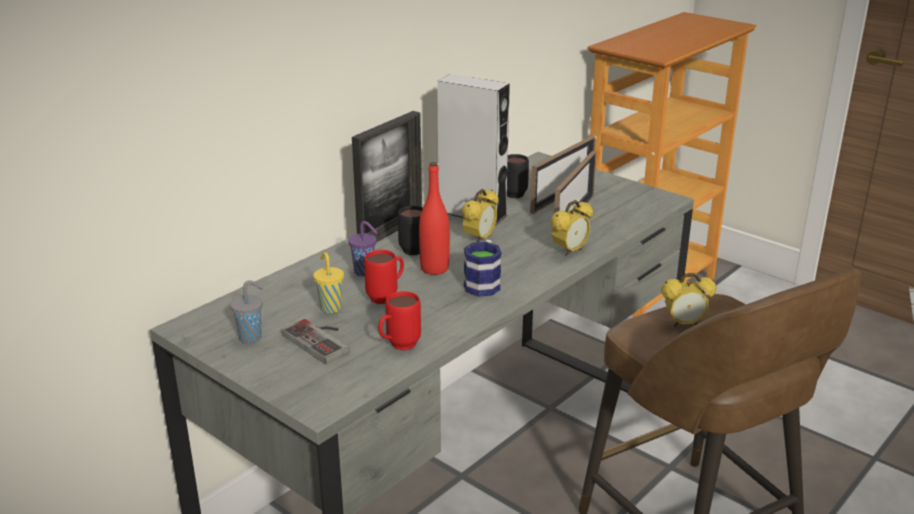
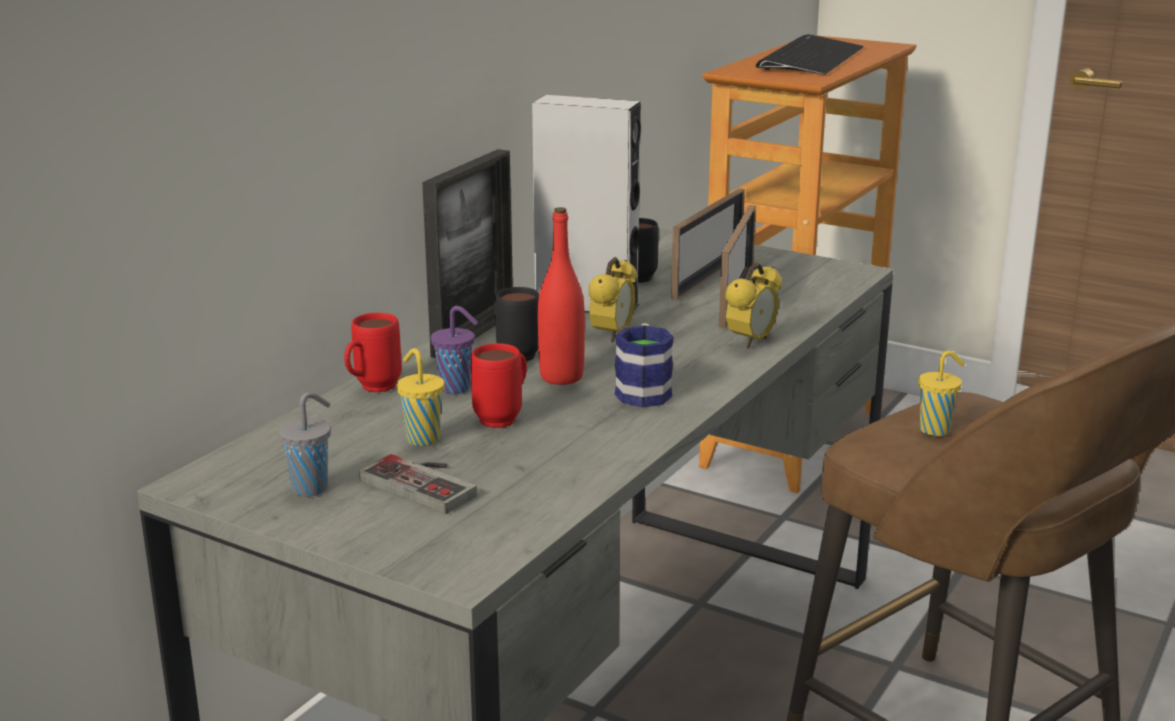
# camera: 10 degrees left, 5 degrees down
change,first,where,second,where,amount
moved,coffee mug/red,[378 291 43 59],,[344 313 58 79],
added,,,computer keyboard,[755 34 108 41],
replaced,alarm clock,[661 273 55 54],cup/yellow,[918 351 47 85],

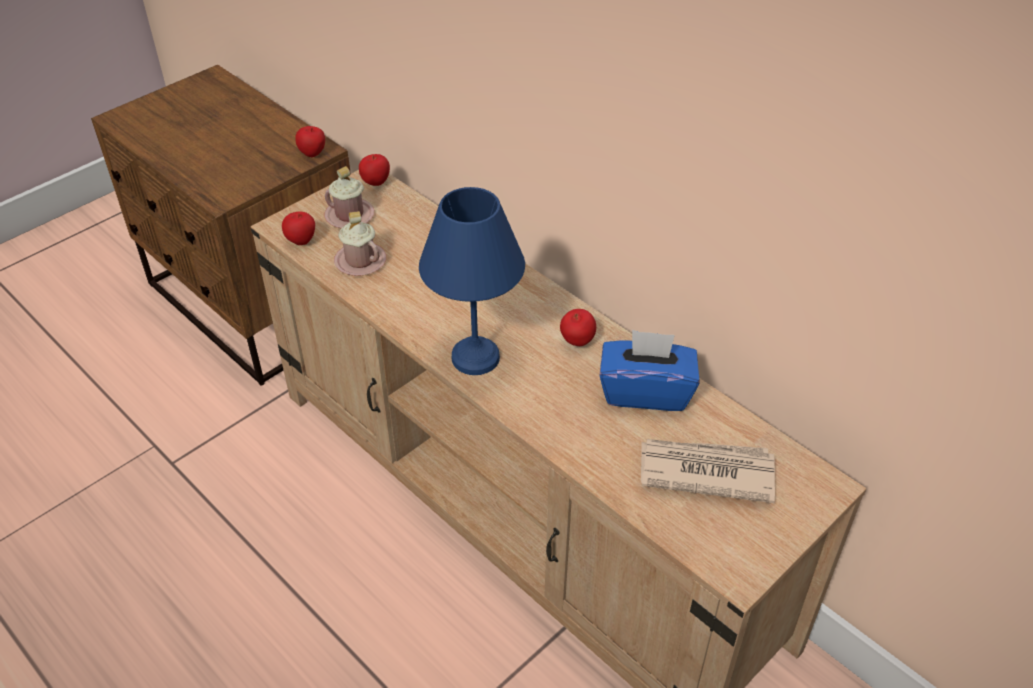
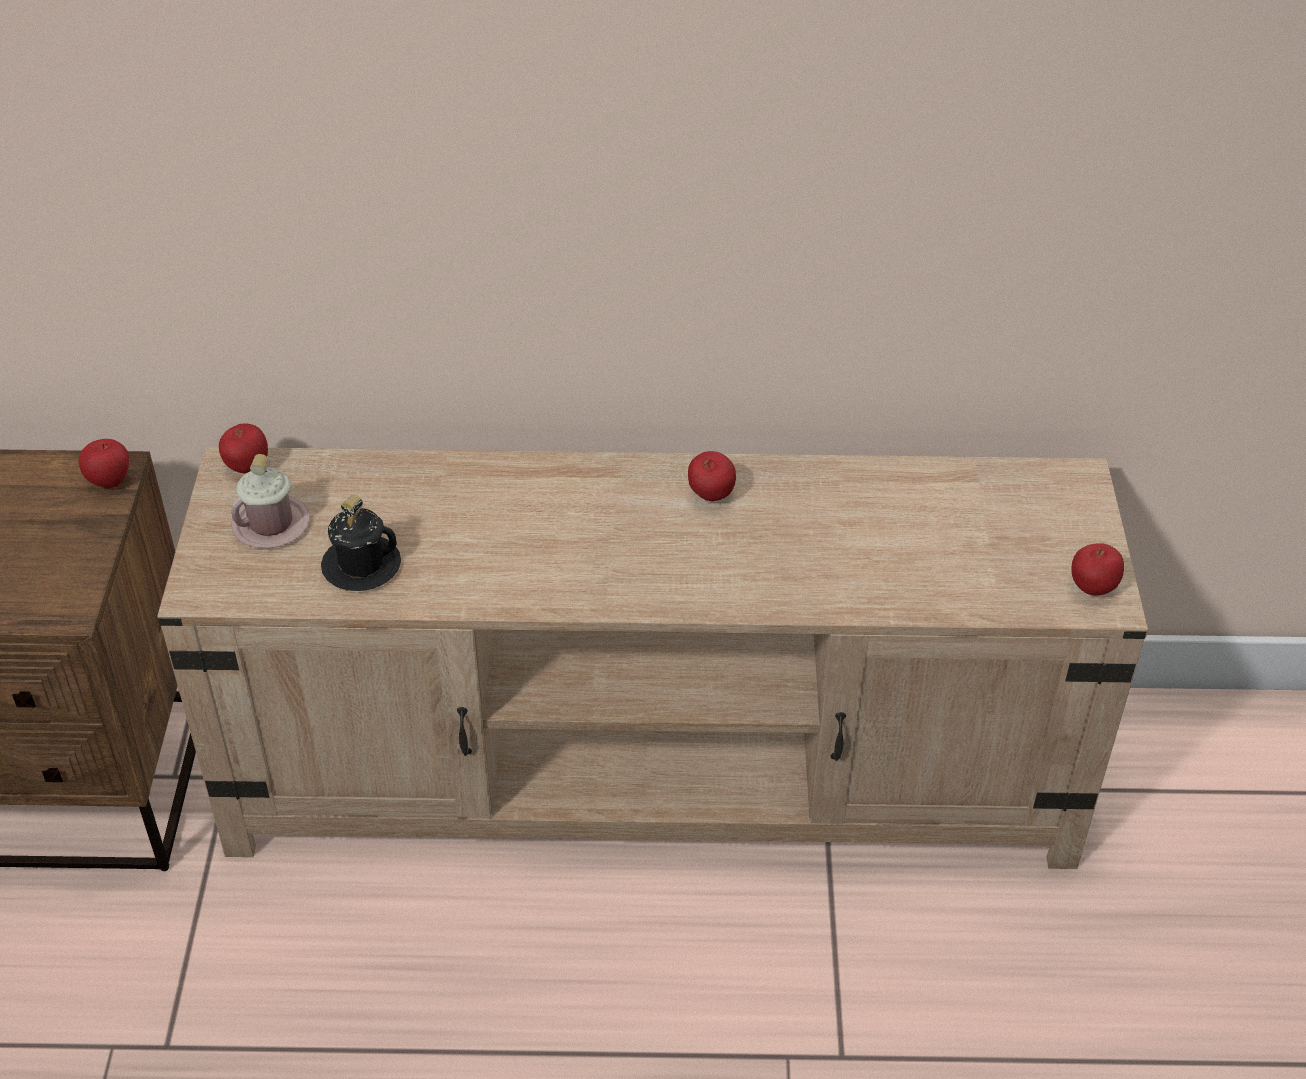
# camera: 45 degrees left, 0 degrees up
change,first,where,second,where,amount
recoloured,coffee mug/pink-coloured,[334 211 52 65],coffee mug/black-coloured,[321 494 80 97],
moved,whole apple,[282 211 33 34],,[1071 543 53 53],
removed,tabletop lamp/blue,[419 187 106 188],,,
removed,tissue holder/blue,[599 330 100 81],,,
removed,printed paper,[641 439 134 64],,,

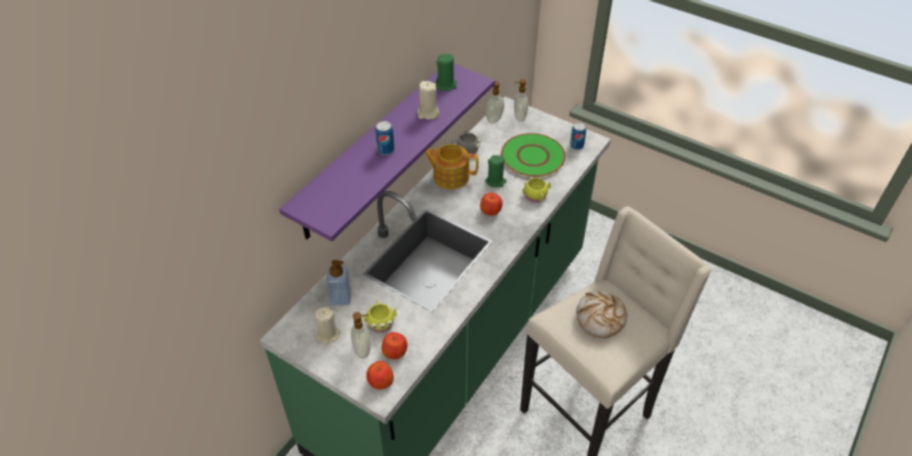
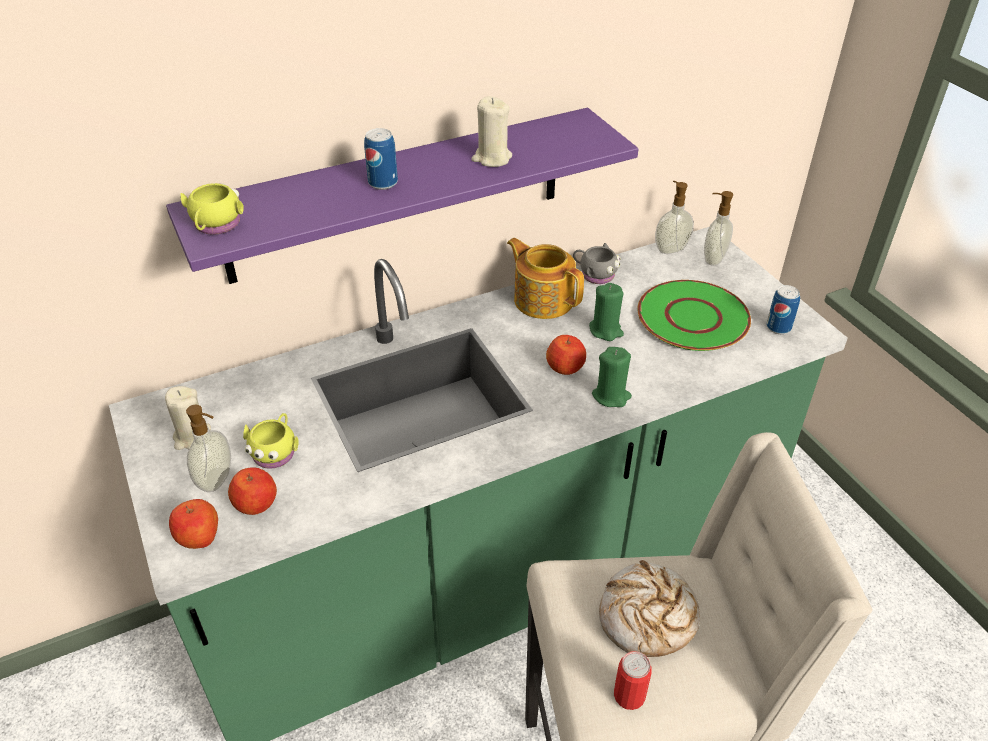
# camera: 30 degrees right, 5 degrees down
change,first,where,second,where,amount
moved,coffee mug/yellow,[522 177 29 26],,[180 183 64 52],
moved,candle/green-coloured,[436 54 21 37],,[592 347 40 60],
added,,,sealed can,[614 651 38 59],
removed,liquid soap bottle,[326 260 25 46],,,

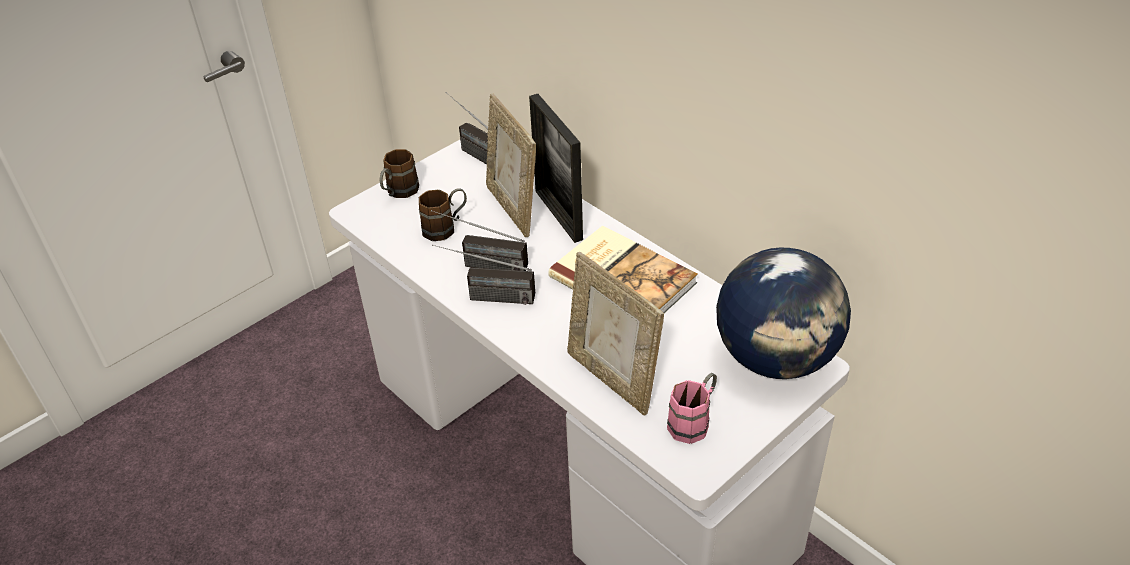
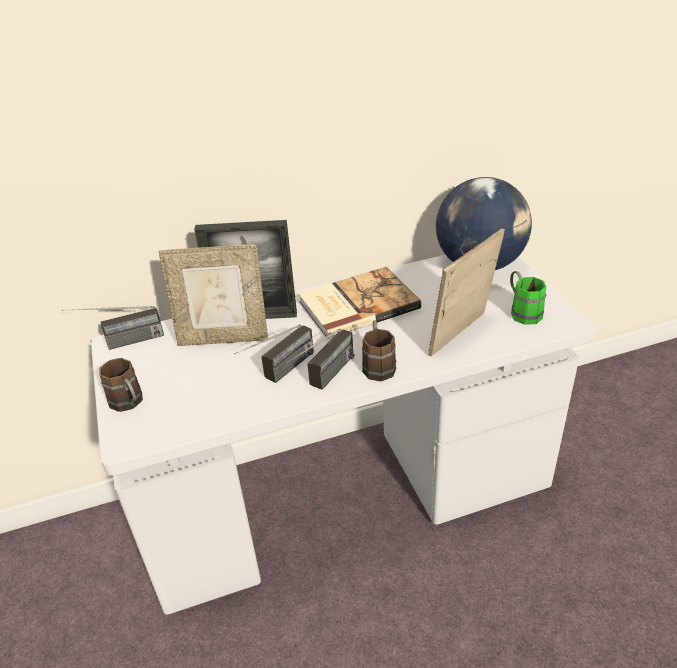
# camera: 65 degrees left, 5 degrees down
change,first,where,second,where,amount
moved,coffee mug/brownish,[419 188 48 53],,[362 320 34 61],
turned,picture frame,[567 252 97 163],,[428 228 77 129],150 degrees clockwise
recoloured,coffee mug/pink-coloured,[667 373 50 71],coffee mug/green-coloured,[510 271 36 54],

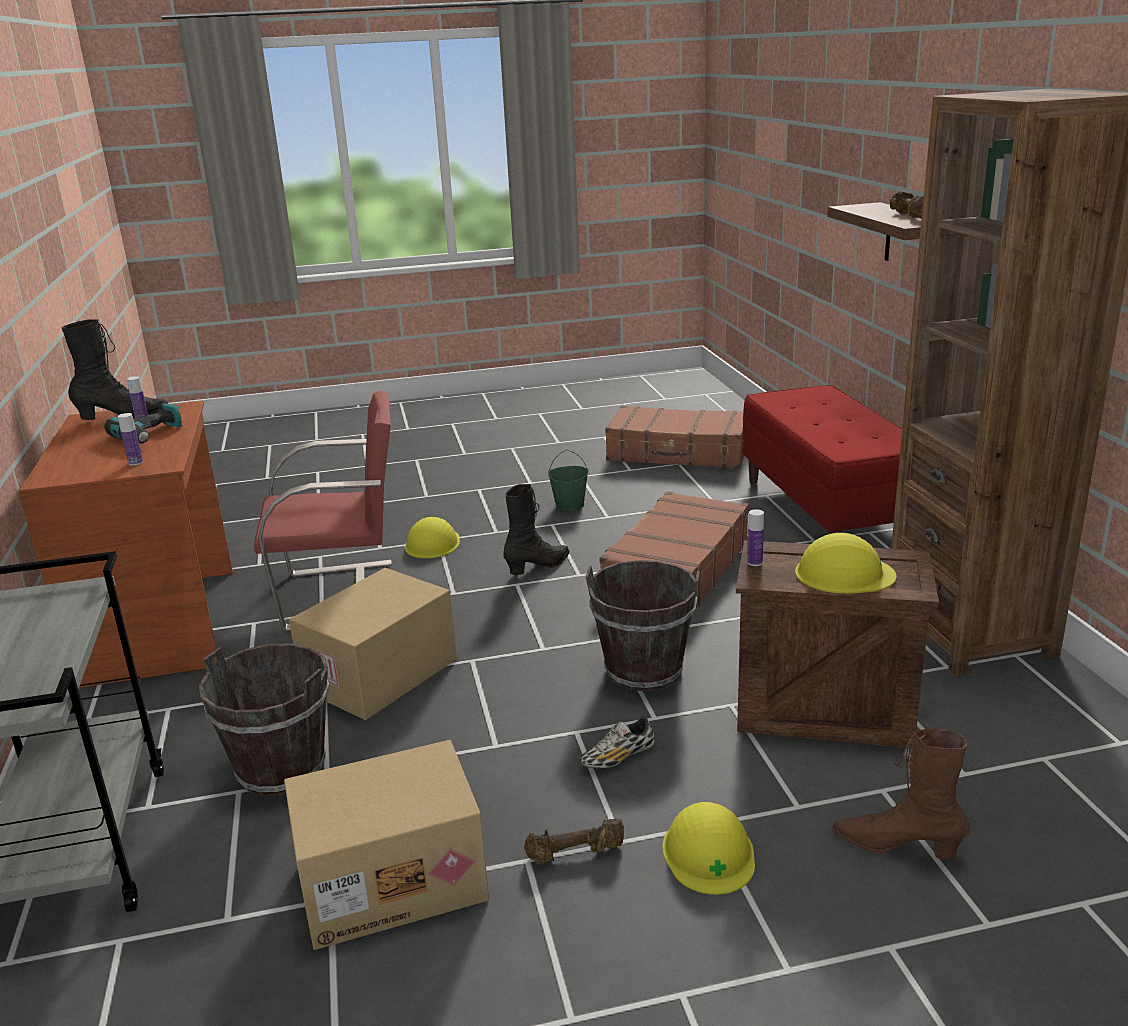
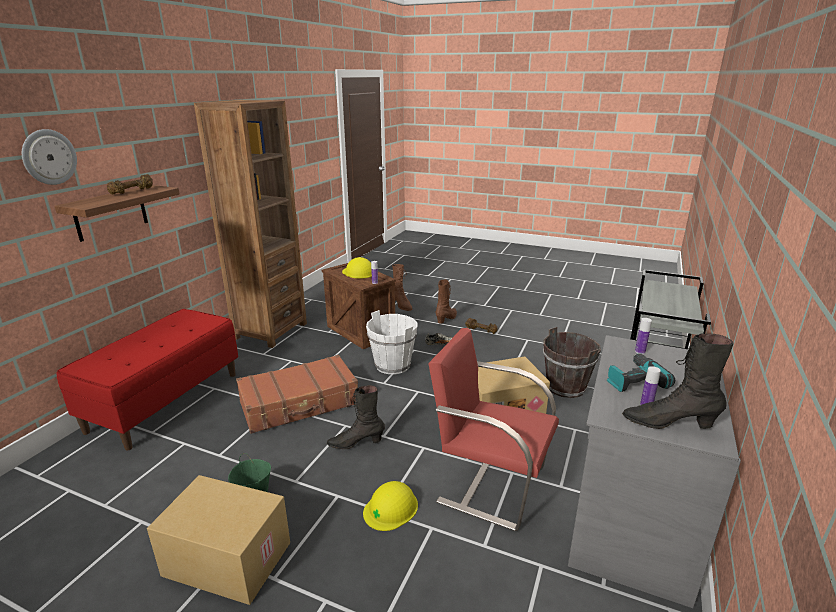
# camera: 145 degrees left, 0 degrees up
change,first,where,second,where,amount
added,,,clock on the wall,[22 129 55 56],
moved,packing box,[284 740 205 210],,[147 475 143 130],
recoloured,bucket/brownish,[585 560 115 131],bucket/white-coloured,[366 310 52 64],
replaced,safety helmet/yellow,[662 802 93 93],high-top boot/brownish,[436 279 21 45],
recoloured,desk unit/brownish,[18 401 215 287],desk unit/grey,[568 335 173 273],
removed,piece of luggage/brownish,[605 405 139 64],,,

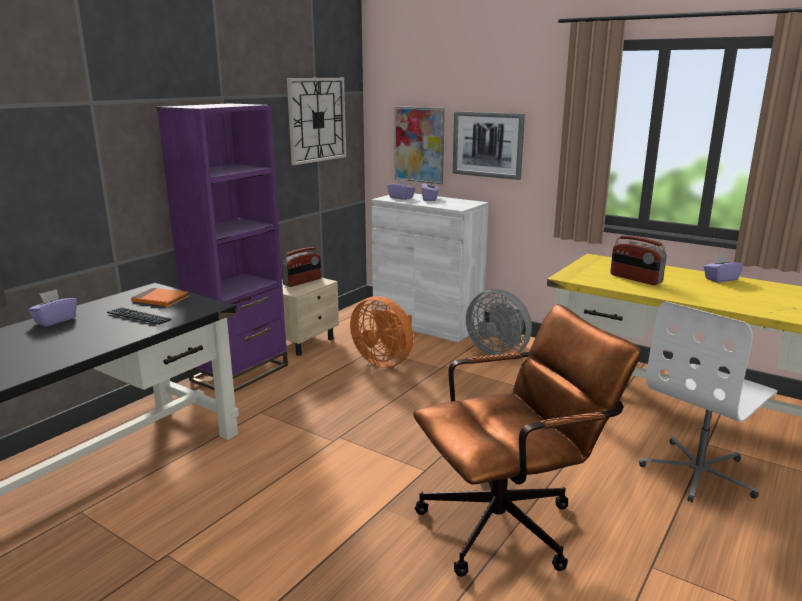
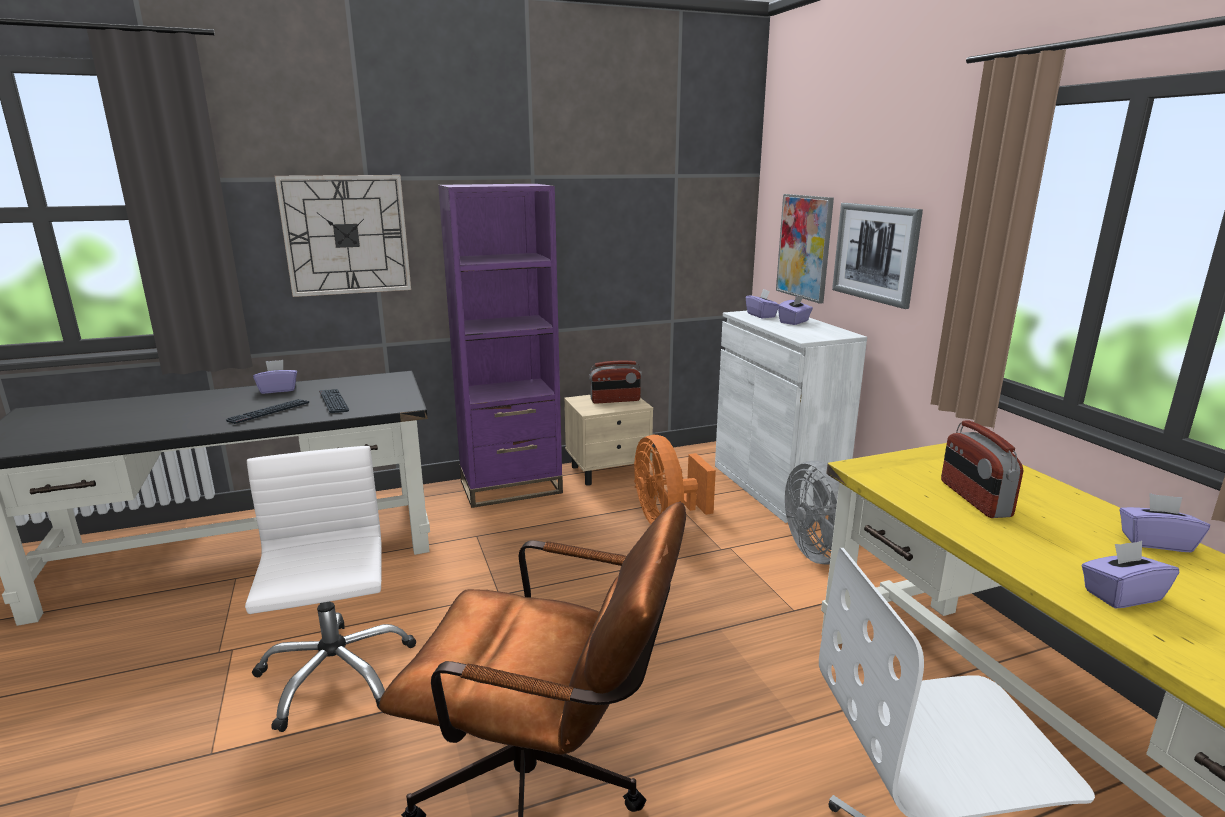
# camera: 35 degrees right, 0 degrees up
change,first,where,second,where,amount
added,,,computer keyboard,[226 399 83 25],
added,,,desk chair/white-coloured,[245 446 171 286],
moved,clock on the wall,[287 78 59 87],,[275 175 136 122],
added,,,tissue holder/purple,[1081 541 98 67],
removed,book/orange,[131 288 58 19],,,

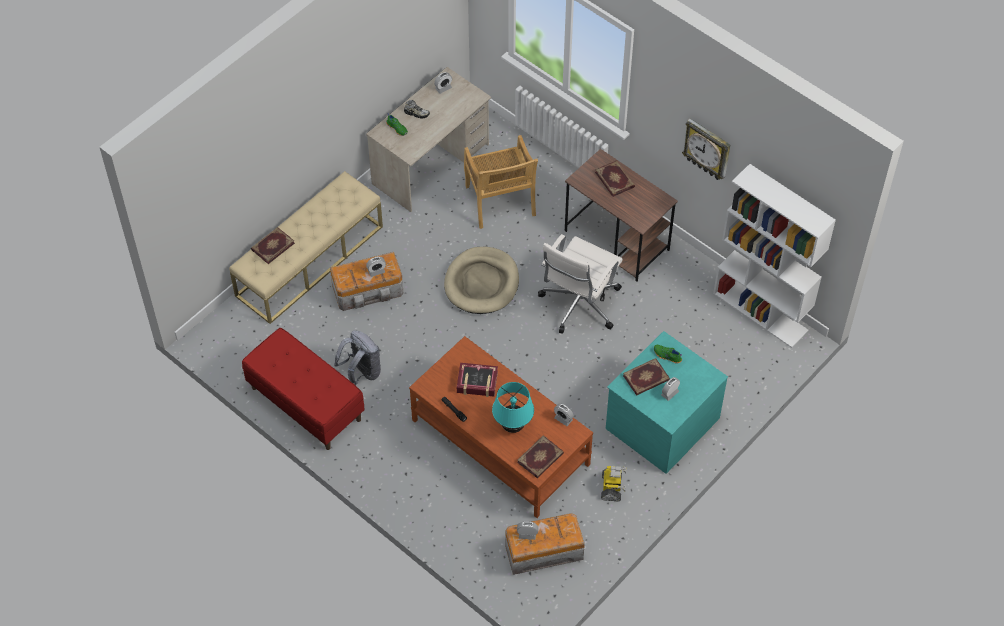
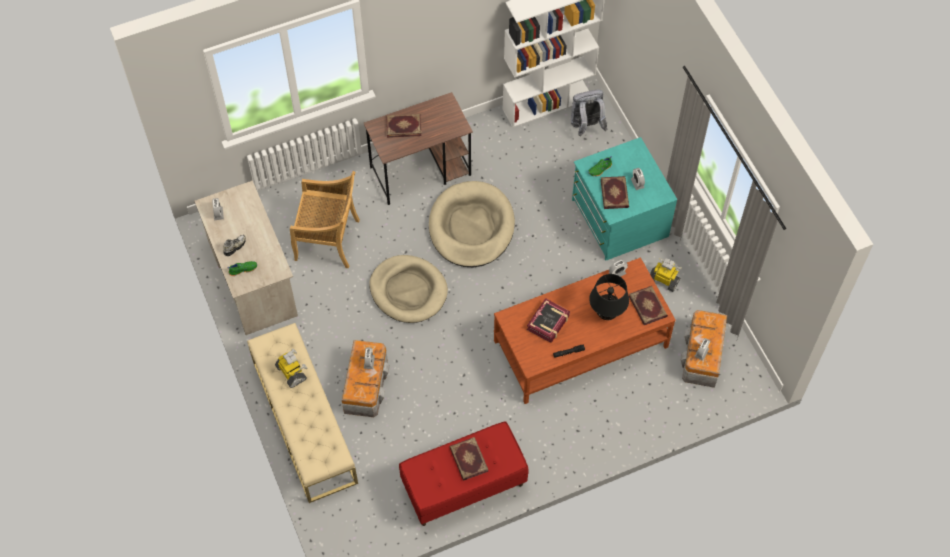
# camera: 65 degrees left, 5 degrees up
change,first,where,second,where,amount
added,,,robot figure,[275 349 32 39],
replaced,desk chair/white-coloured,[538 234 85 100],pet bed/beige,[429 181 86 86],
moved,book,[251 227 44 37],,[450 437 38 44],
moved,rucksack/grey,[334 330 47 55],,[571 90 36 46],
recoloured,tabletop lamp/blue-green,[492 382 42 51],tabletop lamp/black-coloured,[589 274 40 46],
removed,clock on the wall,[682 119 48 61],,,

